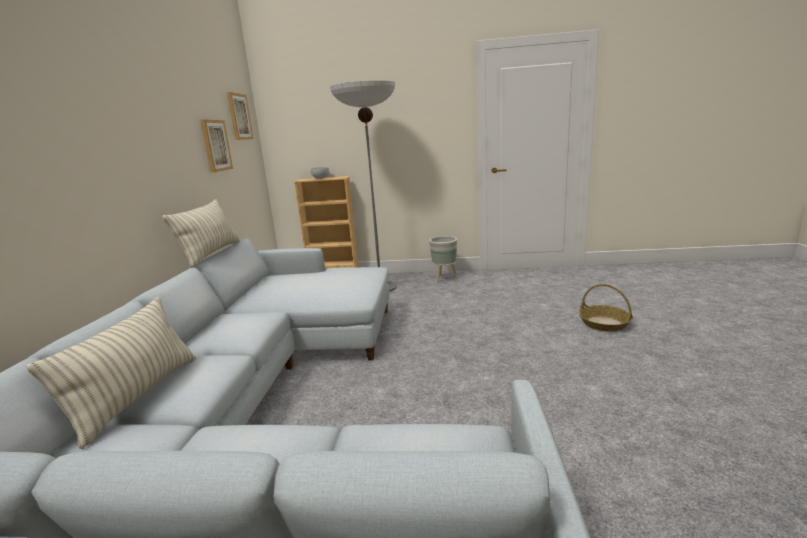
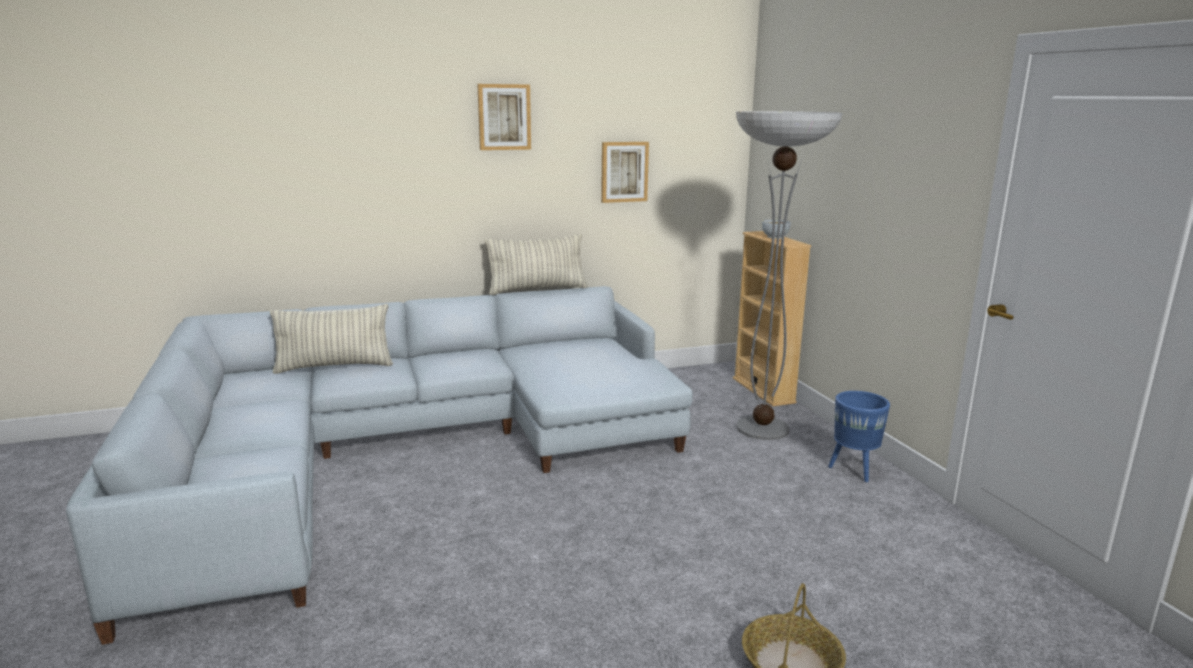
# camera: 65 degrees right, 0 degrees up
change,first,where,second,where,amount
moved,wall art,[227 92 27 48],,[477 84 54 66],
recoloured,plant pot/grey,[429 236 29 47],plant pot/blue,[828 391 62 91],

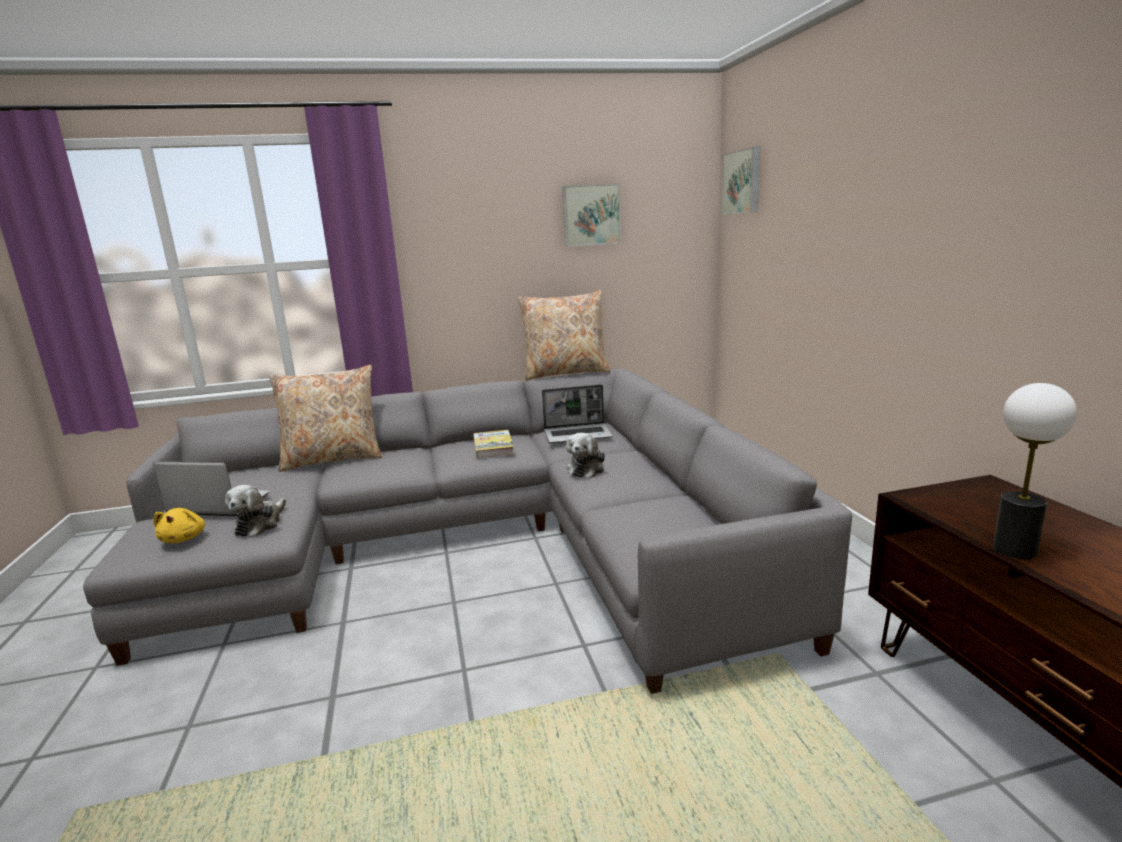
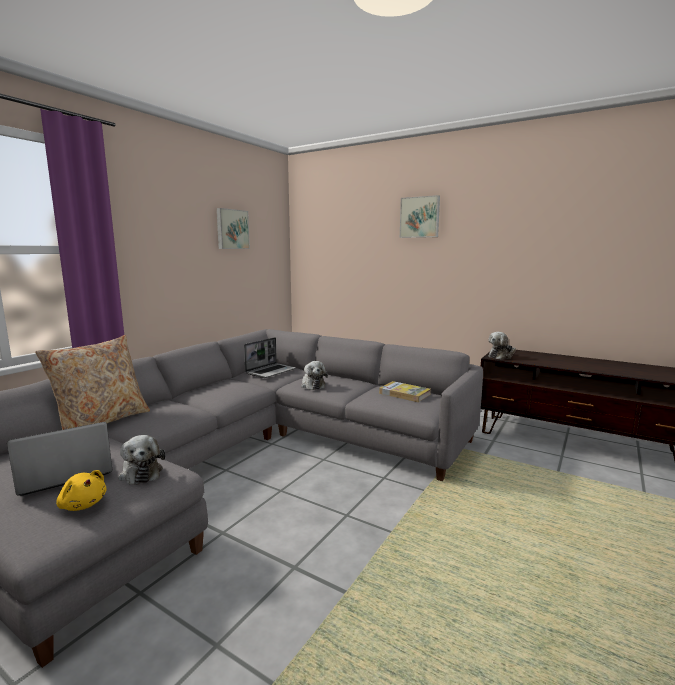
# camera: 45 degrees left, 5 degrees down
change,first,where,second,where,amount
moved,book,[473 430 41 28],,[379 381 52 21],
moved,wall art,[722 147 38 67],,[400 195 40 43],
added,,,soft toy,[488 332 28 28],
removed,cushion/beige,[518 290 93 90],,,
removed,tabletop lamp,[993 383 84 176],,,

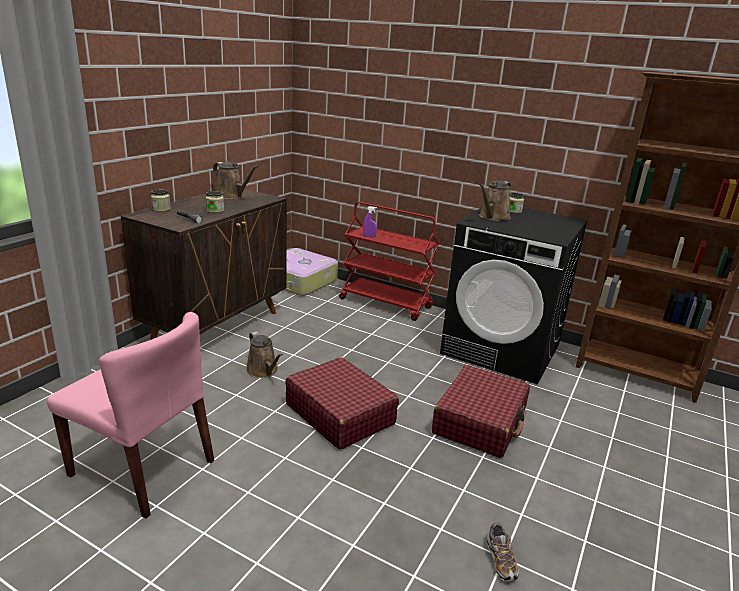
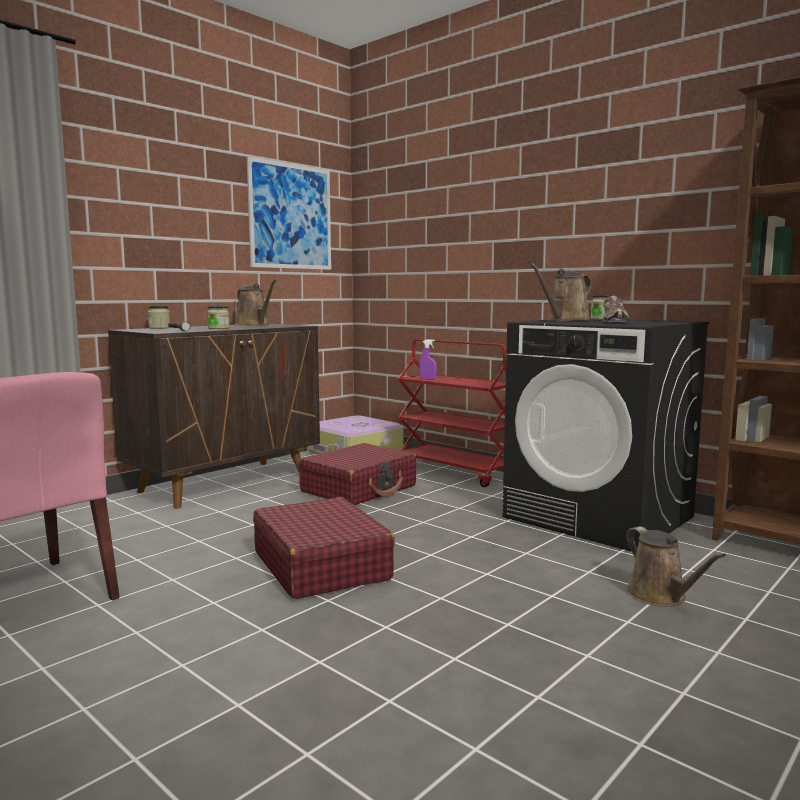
# camera: 15 degrees right, 15 degrees down
change,first,where,second,where,amount
added,,,wall art,[247 156 84 114],
moved,piece of luggage/red,[432 365 98 93],,[299 443 117 62],
moved,low shoe,[486 521 33 60],,[603 296 26 26],
moved,watering can/brownish,[246 331 37 47],,[626 526 100 81],

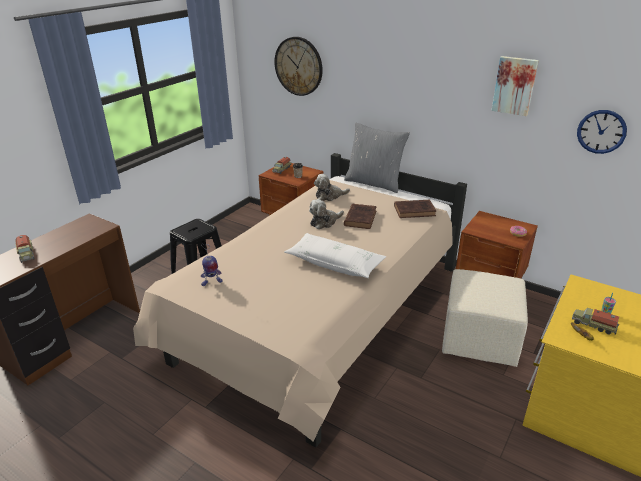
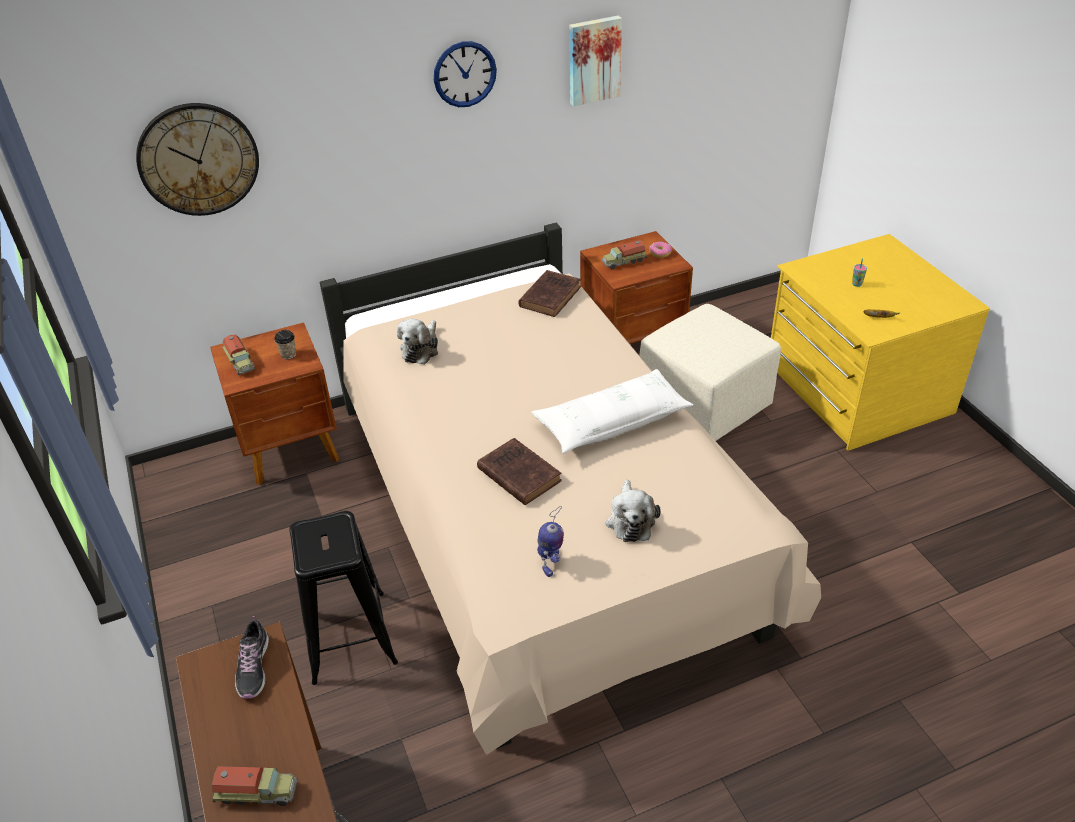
# camera: 55 degrees left, 10 degrees up
change,first,where,second,where,amount
added,,,low shoe,[235 616 34 83],
moved,clock on the wall,[577 110 50 44],,[434 41 63 66],
moved,book/brownish,[344 204 33 25],,[477 438 85 67],
moved,toy truck,[572 308 47 27],,[602 240 45 29],
moved,soft toy,[309 199 35 30],,[606 480 55 62],
removed,cushion/grey,[344 123 66 70],,,

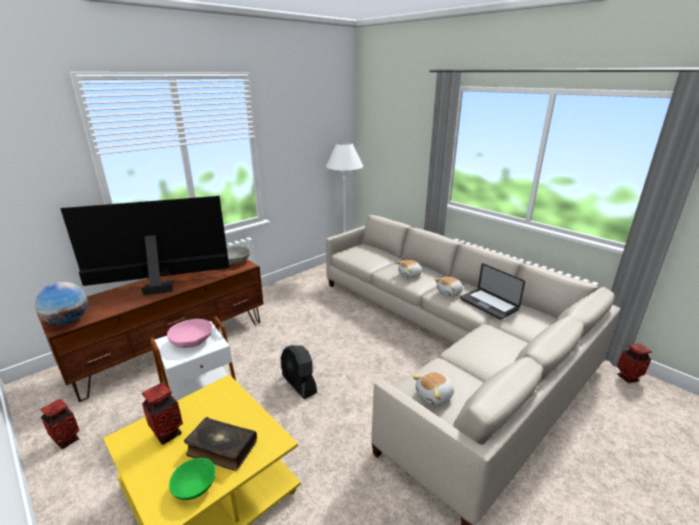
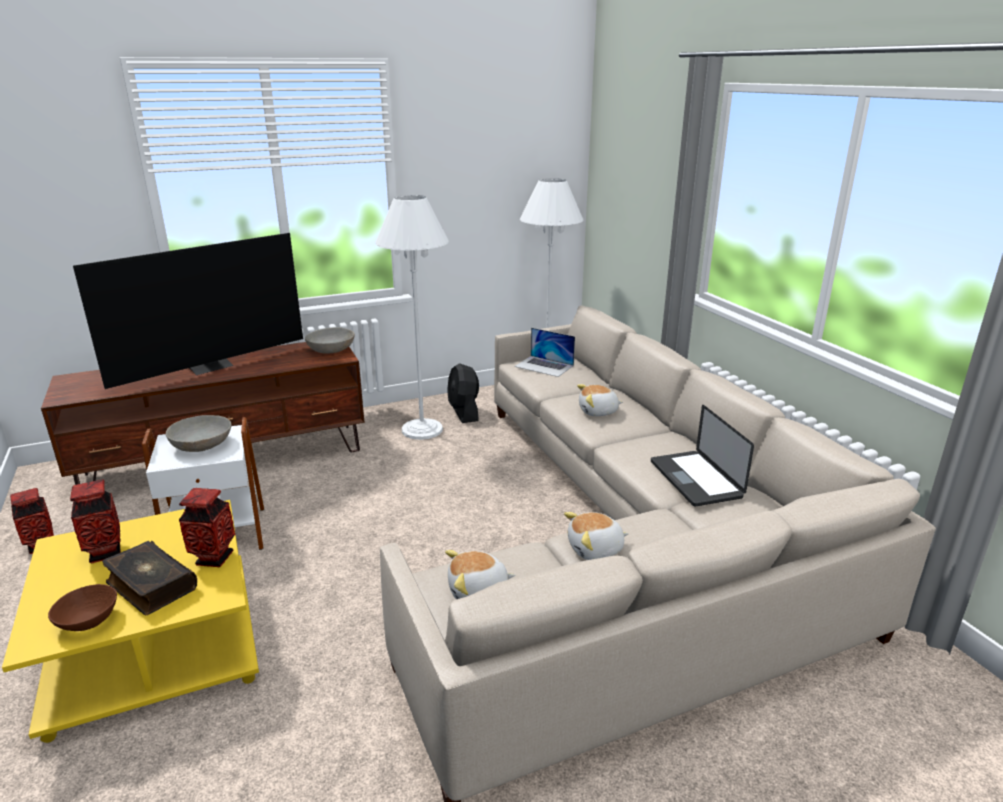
# camera: 20 degrees right, 0 degrees up
change,first,where,second,where,amount
recoloured,bowl/green-coloured,[169 458 47 42],bowl/brownish,[48 584 69 47],
turned,TV,[60 196 169 99],,[73 233 230 156],135 degrees clockwise
recoloured,bowl/pink-coloured,[167 319 45 29],bowl/grey,[166 415 65 37],
moved,flower vase,[617 343 35 40],,[179 488 56 79],
added,,,floor lamp/white-coloured,[375 195 74 245],
moved,cooling fan/black-coloured,[281 345 36 54],,[447 363 32 60],
added,,,notebook computer,[514 328 61 49],
moved,soft toy,[435 277 28 20],,[564 512 65 48],
removed,globe,[35 282 53 43],,,

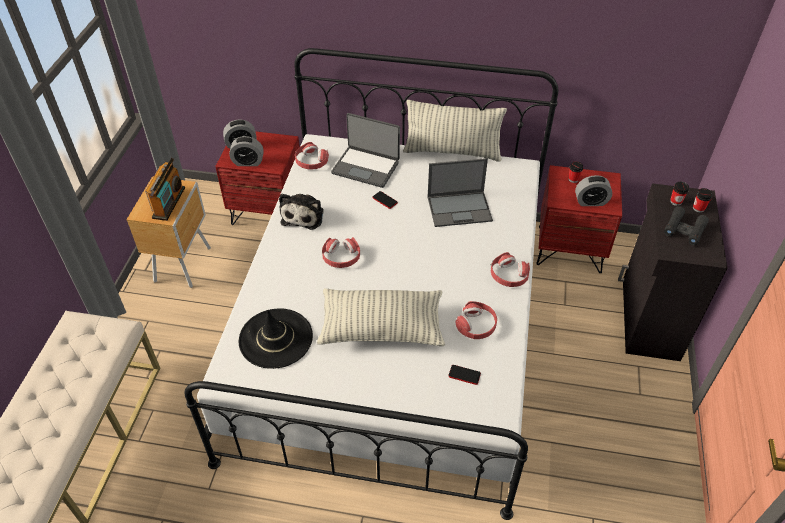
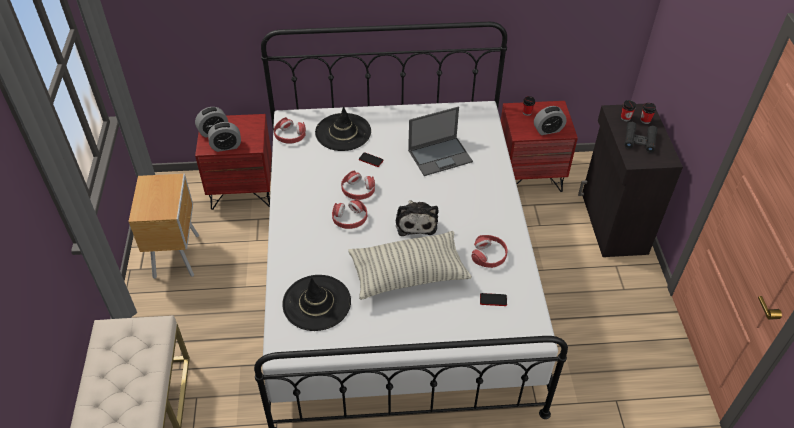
# camera: 15 degrees left, 0 degrees up
change,first,where,second,where,amount
replaced,notebook computer,[331 113 69 75],hat/black-coloured,[315 106 56 45],
moved,headphones/red,[491 252 39 35],,[341 170 34 30],
moved,soft toy,[279 194 45 36],,[396 200 42 36],
removed,radio receiver,[145 158 40 63],,,
removed,cushion,[403 100 104 62],,,

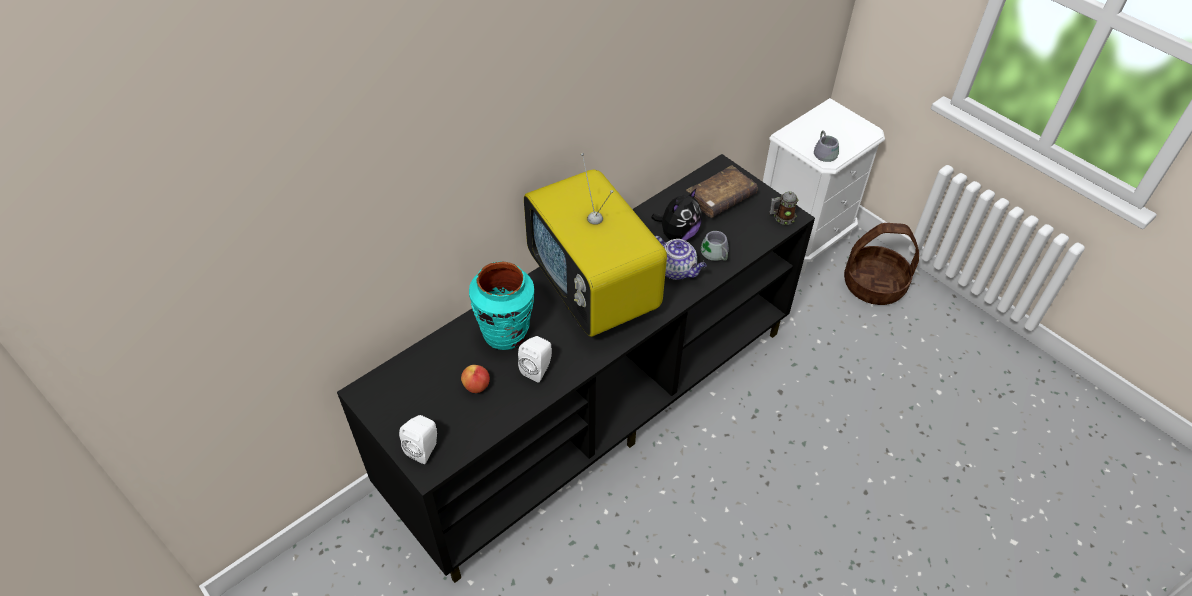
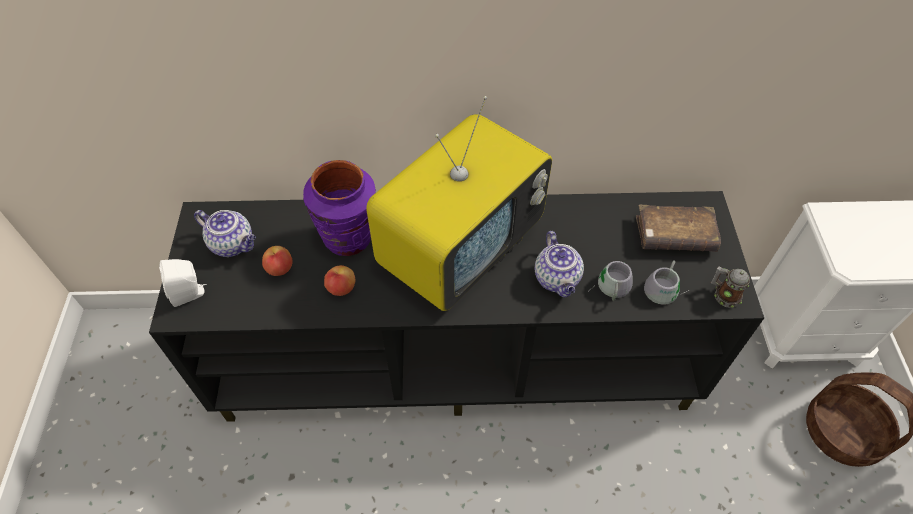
# camera: 40 degrees right, 5 degrees up
change,first,where,second,where,amount
added,,,tea pot,[194 210 62 47],
recoloured,flower vase/blue-green,[469 262 65 88],flower vase/purple,[303 160 73 96],
replaced,audio speaker/white-coloured,[518 336 34 47],whole apple,[324 265 31 31],
turned,TV,[524 153 143 184],,[366 96 186 215],150 degrees counterclockwise
moved,coffee mug/grey,[814 130 25 32],,[644 260 44 45],
removed,soft toy,[651 189 51 52],,,

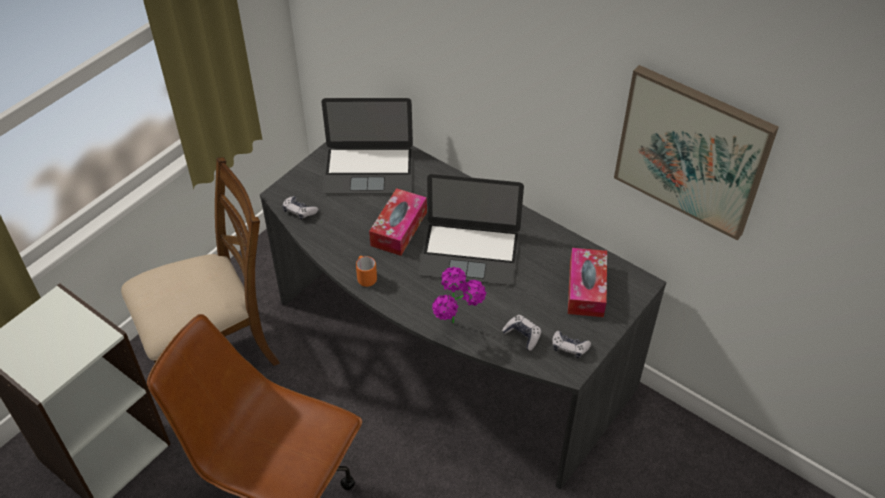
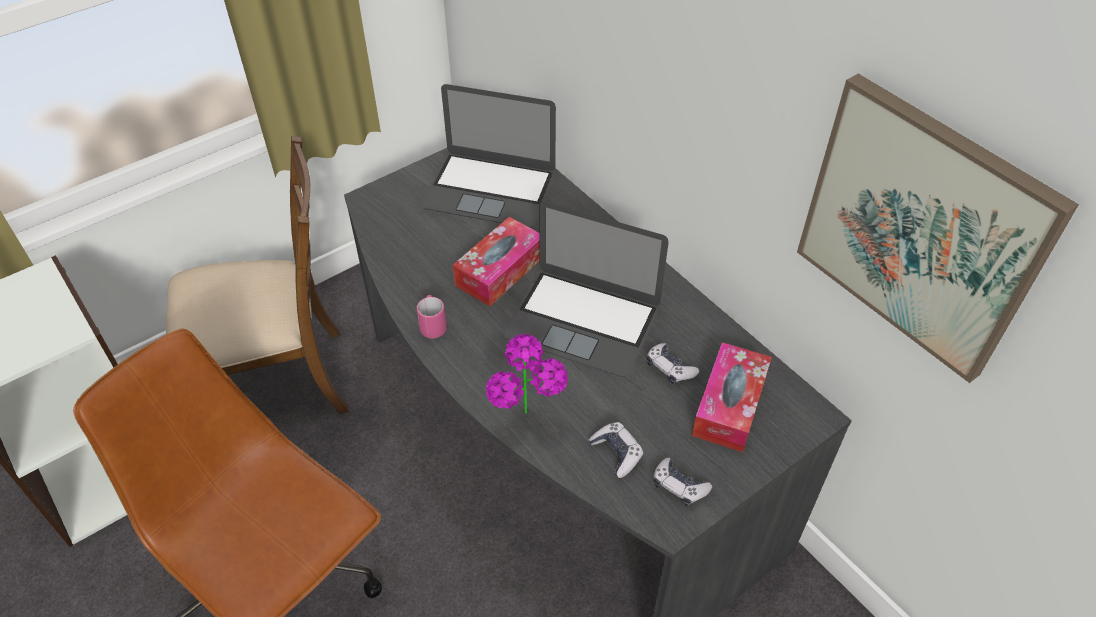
# camera: 15 degrees right, 0 degrees up
change,first,where,second,where,amount
recoloured,coffee mug/orange,[356 256 21 31],coffee mug/pink-coloured,[416 295 31 44],
moved,gamepad,[282 196 37 24],,[647 343 52 41],

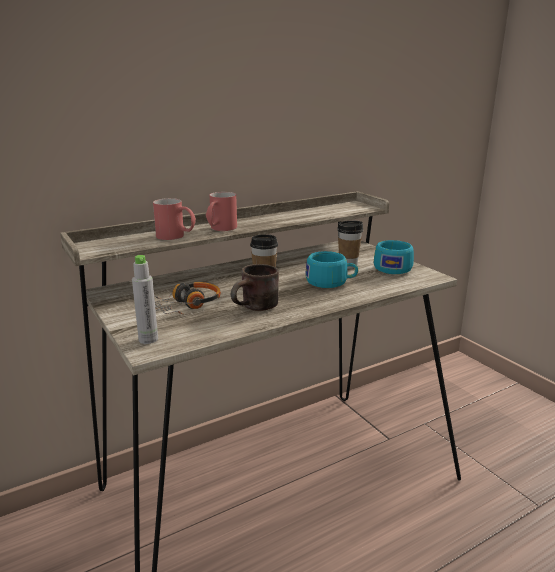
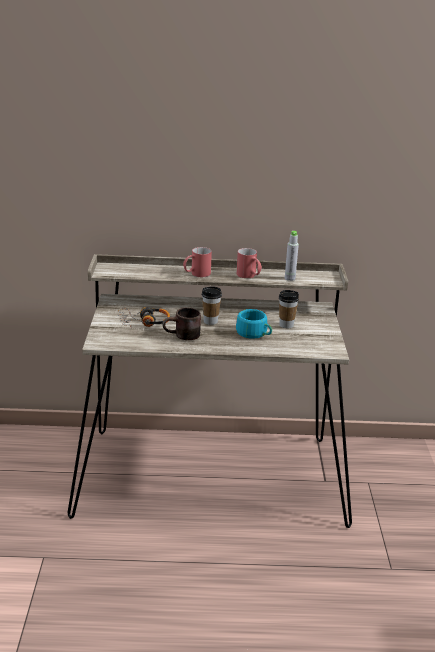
# camera: 30 degrees right, 5 degrees up
change,first,where,second,where,amount
moved,coffee mug/red,[153 198 43 42],,[237 248 25 30],
moved,drink bottle/grey,[132 255 26 89],,[285 231 14 50],
removed,cup/blue-green,[374 240 40 34],,,

